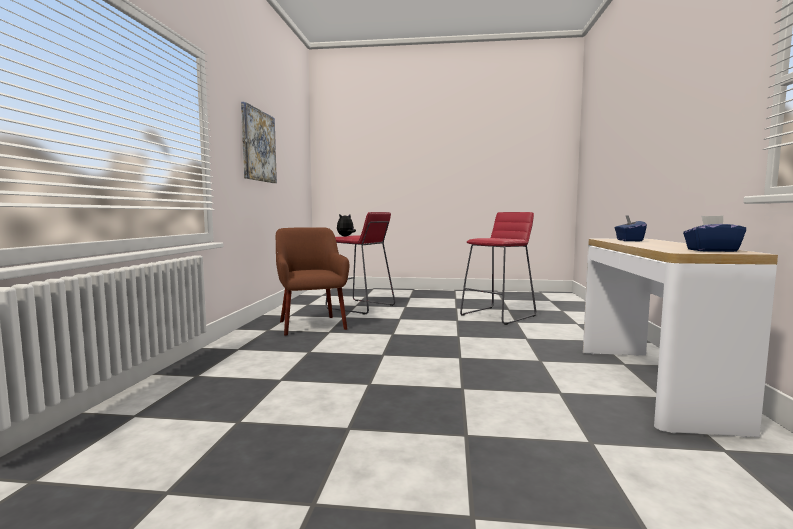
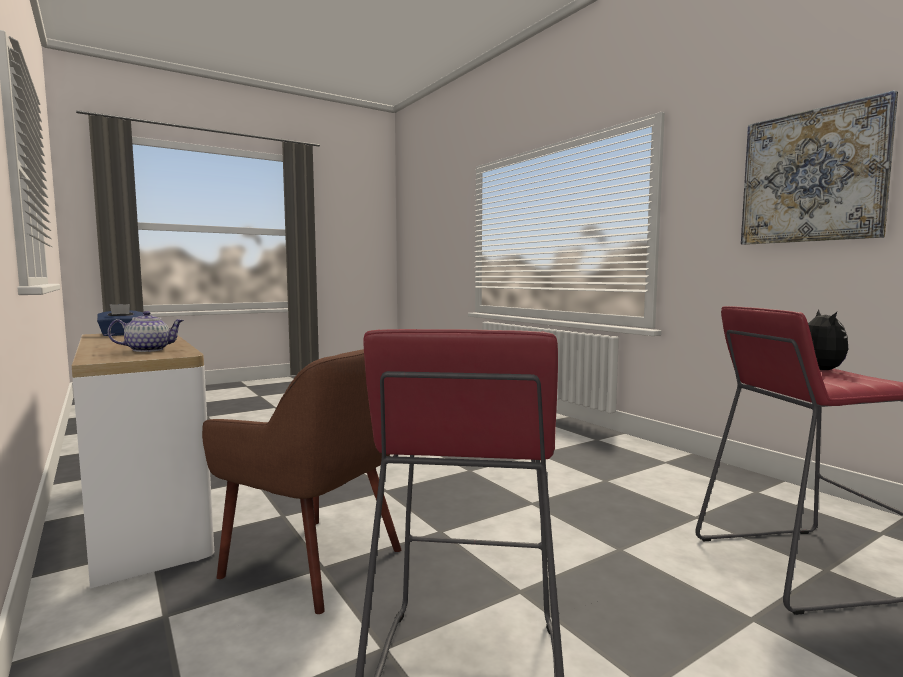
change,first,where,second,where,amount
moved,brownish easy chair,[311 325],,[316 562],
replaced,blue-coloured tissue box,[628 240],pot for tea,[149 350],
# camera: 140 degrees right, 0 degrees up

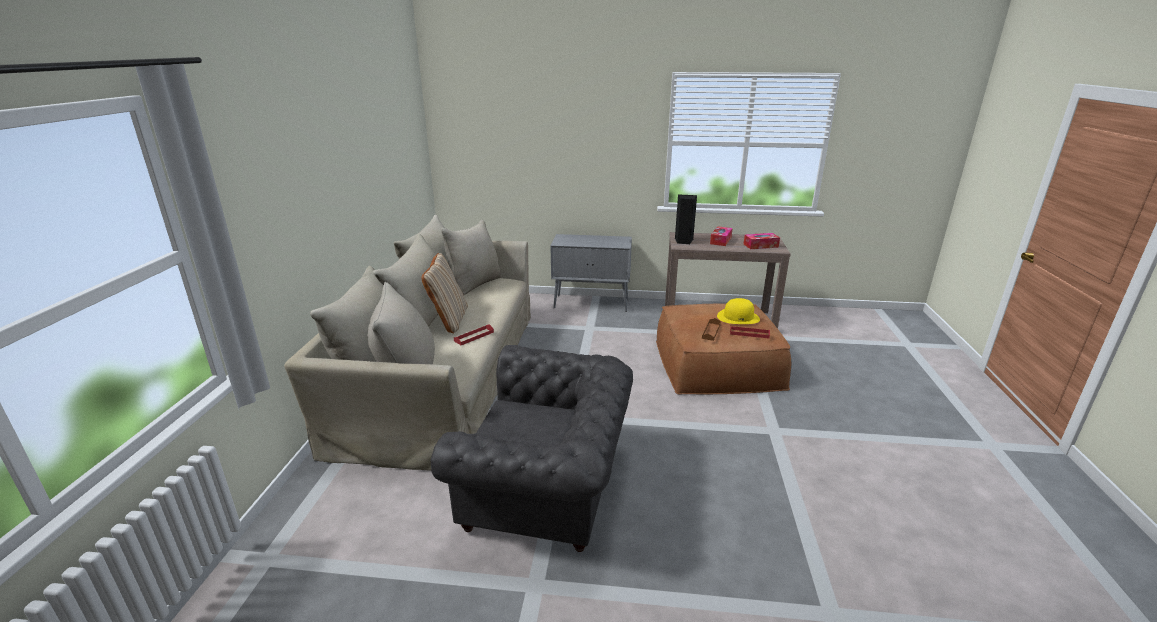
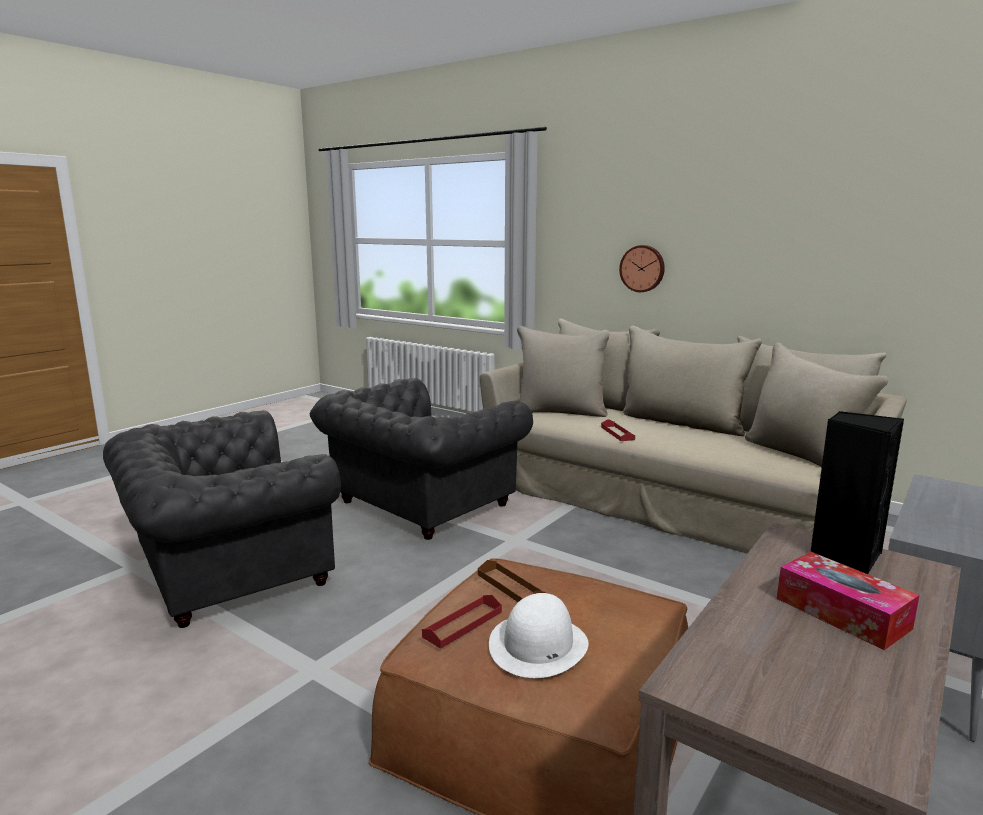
change,first,where,second,where,amount
removed,sand-coloured throw pillow,[448 320],,,
recoloured,yellow-coloured clothing hat,[738 317],whitish clothing hat,[538 645],
removed,tissue box,[760 245],,,
added,,,grey easy chair,[225 572],
added,,,hanging clock,[642 268],
# camera: 120 degrees right, 10 degrees down

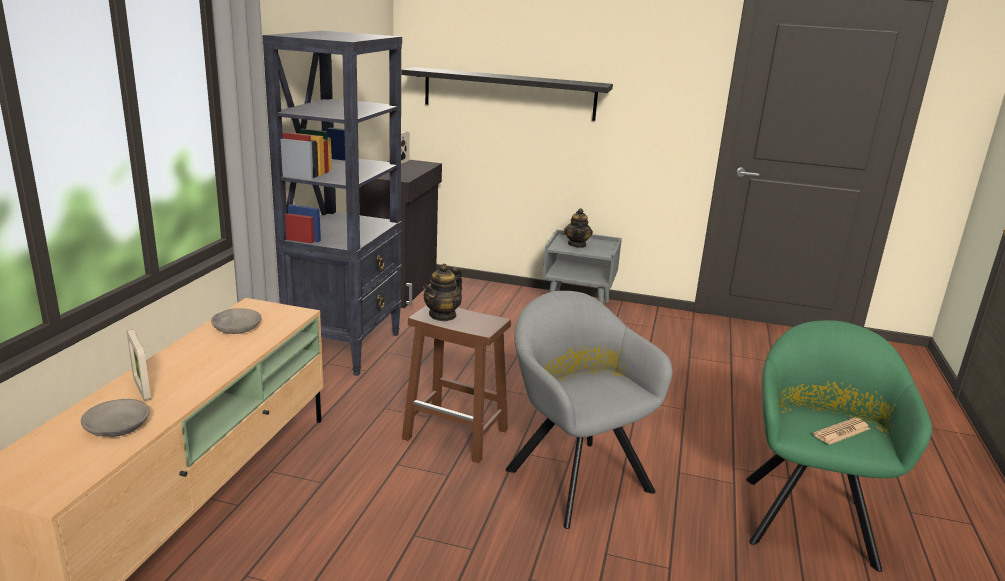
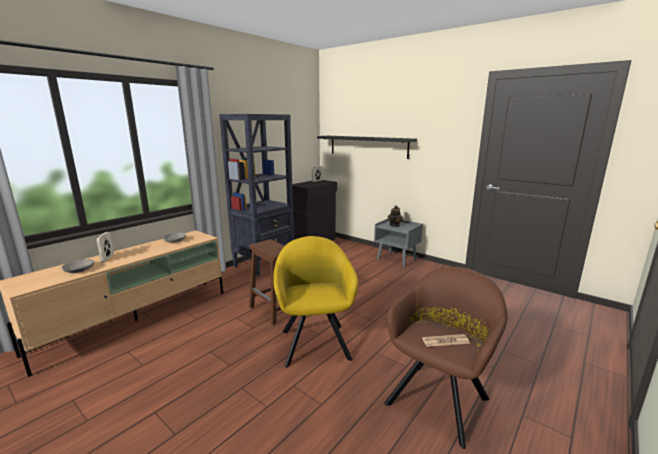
change,first,where,second,where,amount
removed,pot for tea,[443 315],,,
recoloured,grey easy chair,[574 475],yellow-coloured easy chair,[315 341],
recoloured,green-coloured easy chair,[808 515],brownish easy chair,[440 397],
# camera: 25 degrees right, 5 degrees down

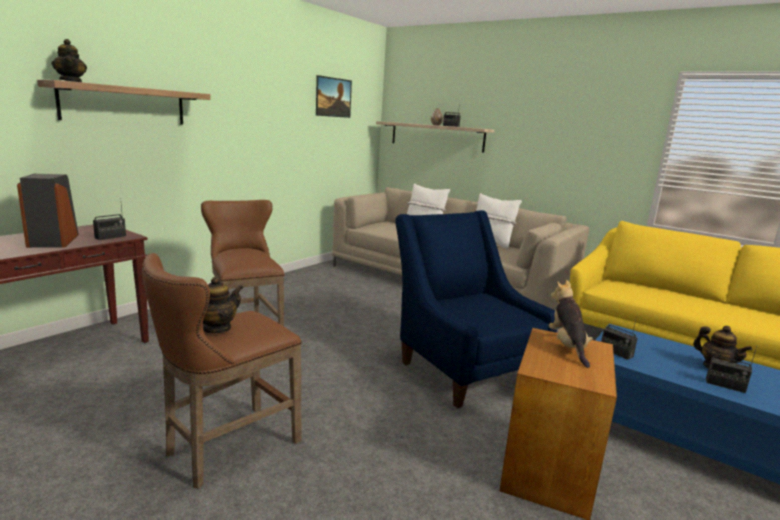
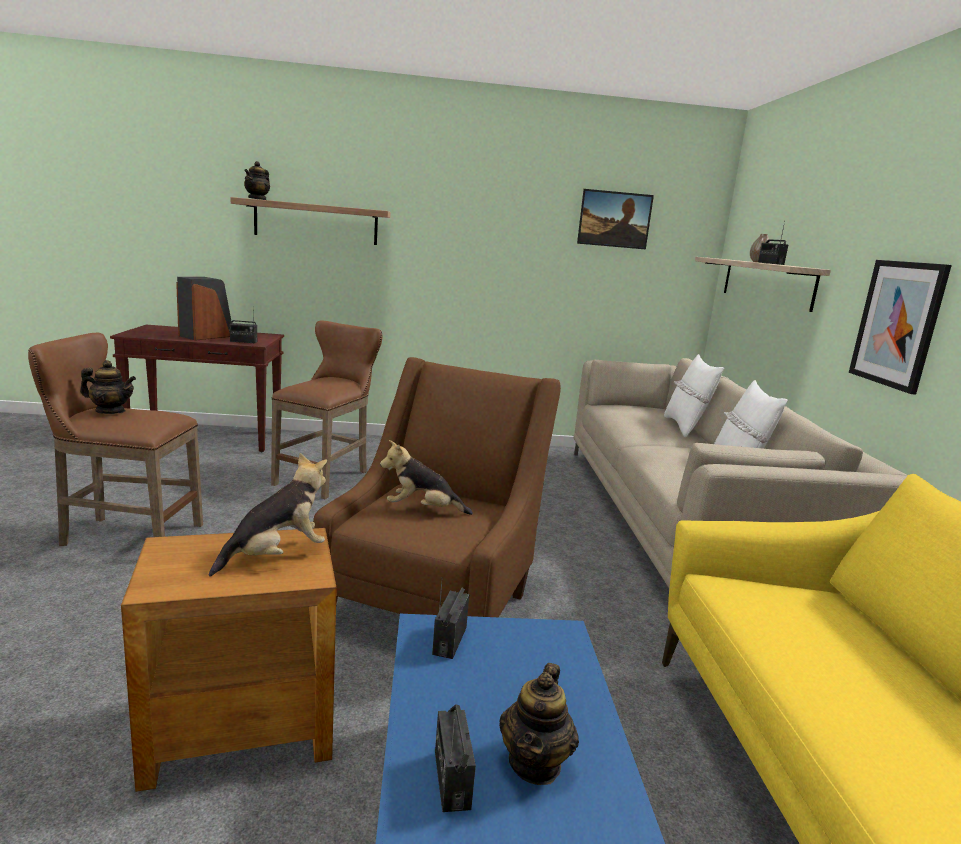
change,first,where,second,where,amount
recoloured,blue-coloured easy chair,[463 367],brownish easy chair,[435 600],
added,,,plush toy,[423 510],
added,,,wall picture,[897 324],
# camera: 50 degrees right, 0 degrees up

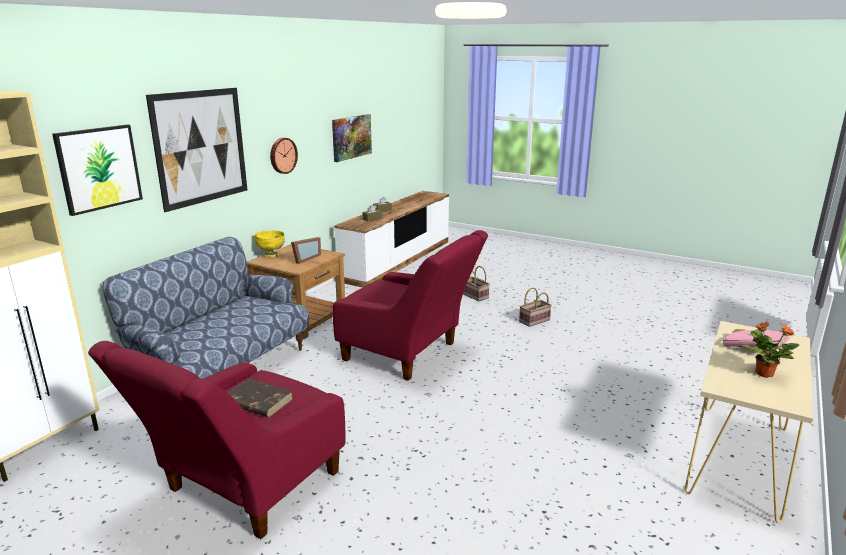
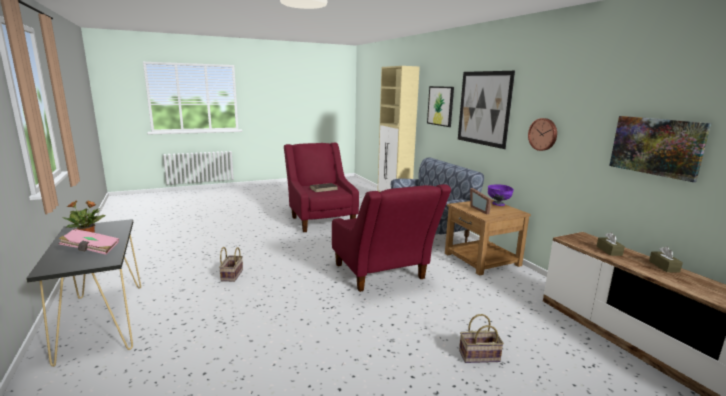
change,first,where,second,where,amount
recoloured,yellow-coloured bowl,[271 255],purple bowl,[498 204],
turned,reddish easy chair,[408 354],,[382 275],90 degrees counterclockwise
moved,household basket,[534 321],,[231 275],
recoloured,sand-coloured hall table,[738 459],blackish hall table,[103 320],
# camera: 125 degrees right, 5 degrees down

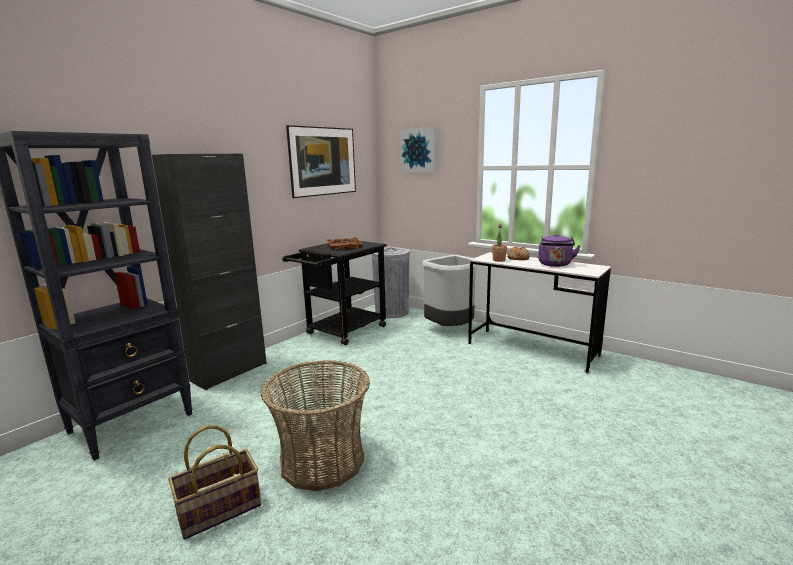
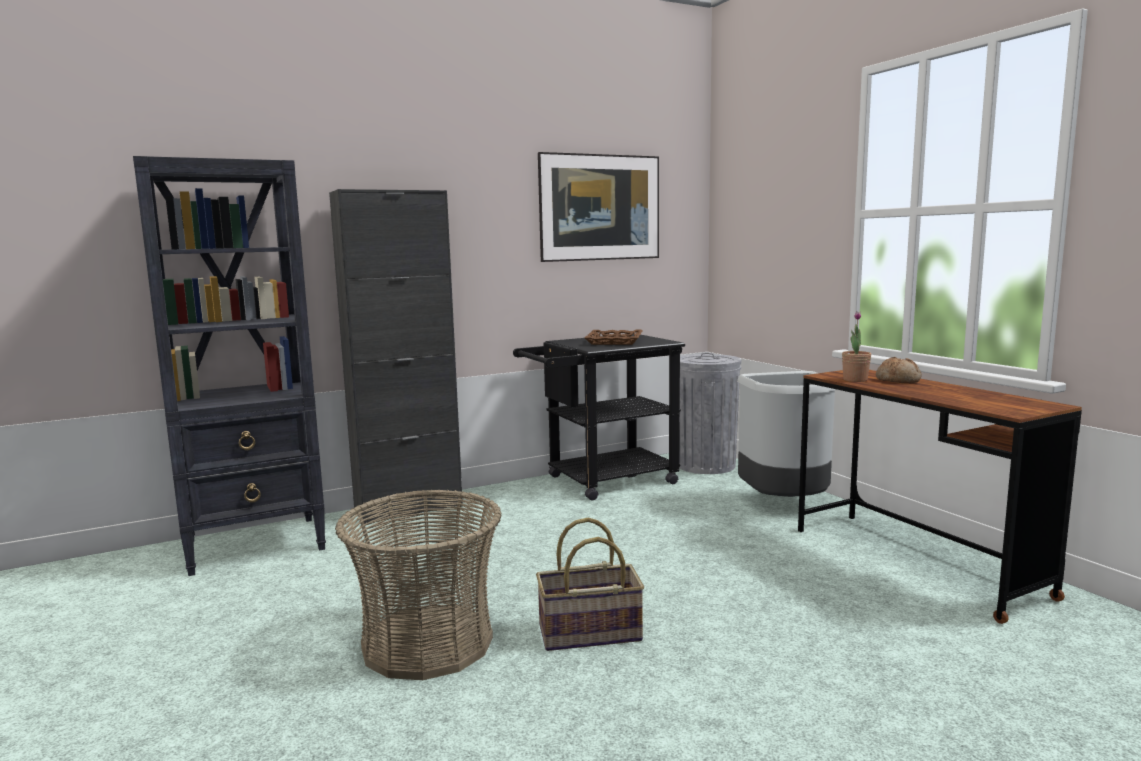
change,first,where,second,where,amount
moved,household basket,[219 511],,[589 634],
removed,wall picture,[418 150],,,
recoloured,whitish desk,[532 350],brownish desk,[914 562],
removed,purple kettle,[555 265],,,
# camera: 25 degrees right, 5 degrees down

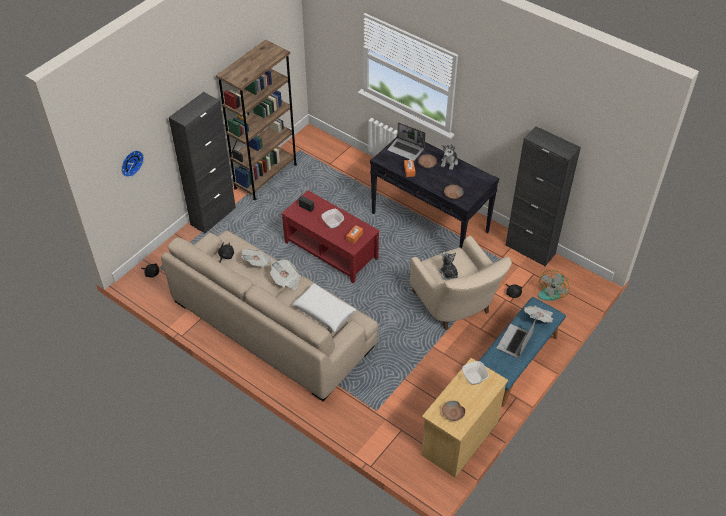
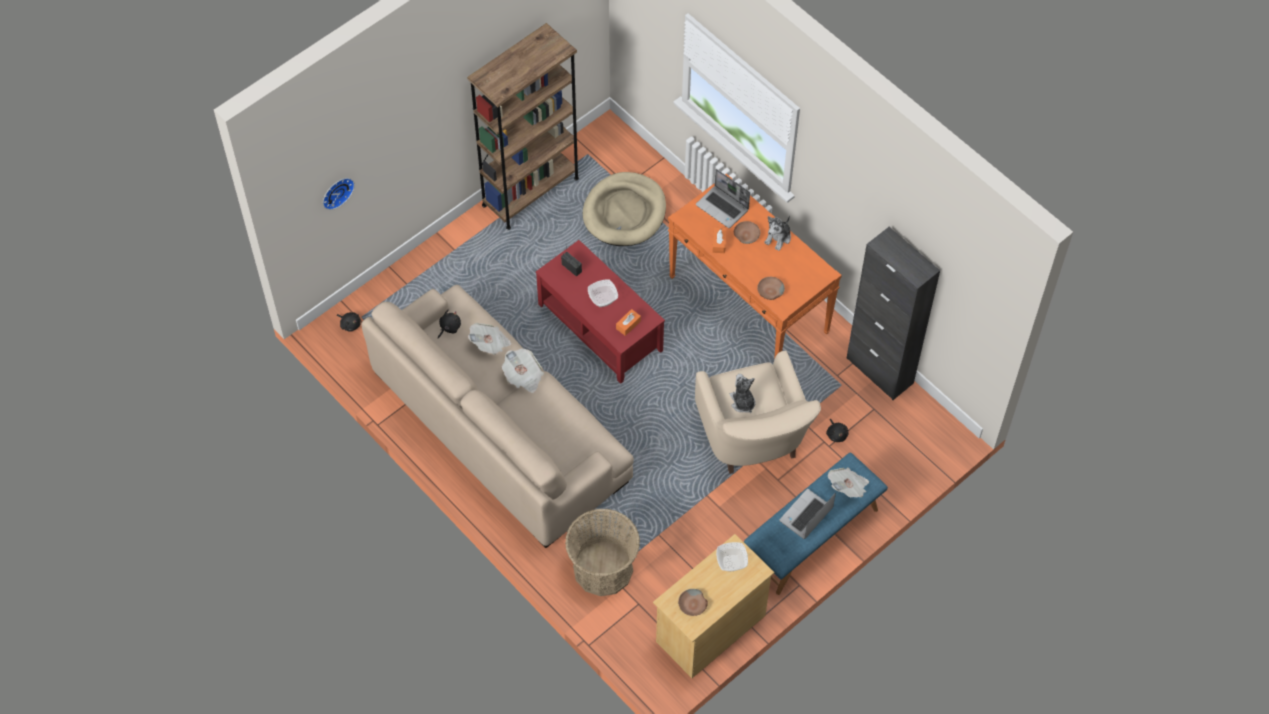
change,first,where,second,where,amount
removed,blackish cabinet,[213 216],,,
removed,whitish throw pillow,[324 311],,,
recoloured,blackish hall table,[430 222],orange-coloured hall table,[749 305],
removed,electric fan,[552 291],,,
added,,,household basket,[603 569],
added,,,sand-coloured pet bed,[624 212],
# camera: 10 degrees right, 10 degrees up

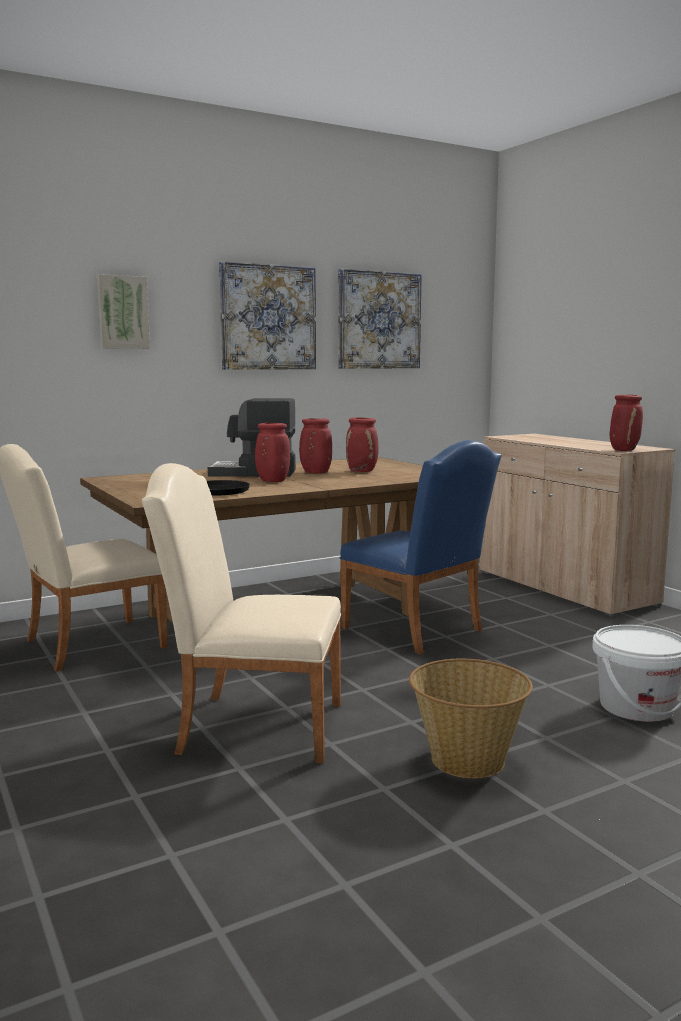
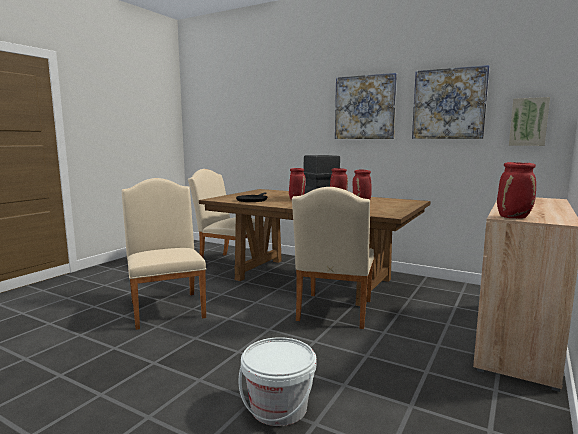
change,first,where,second,where,amount
moved,wall picture,[123 312],,[528 122],
recoloured,blue-coloured upright chair,[418 631],sand-coloured upright chair,[333 312],
removed,household basket,[467 760],,,
# camera: 60 degrees right, 0 degrees up

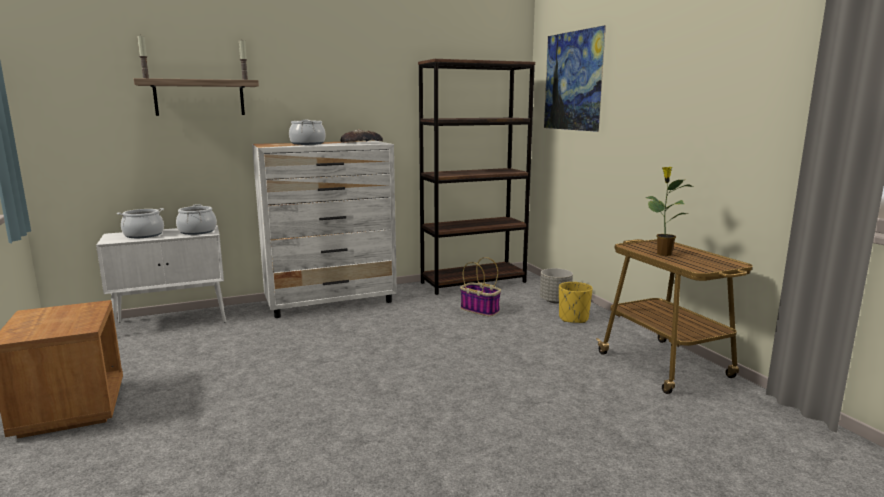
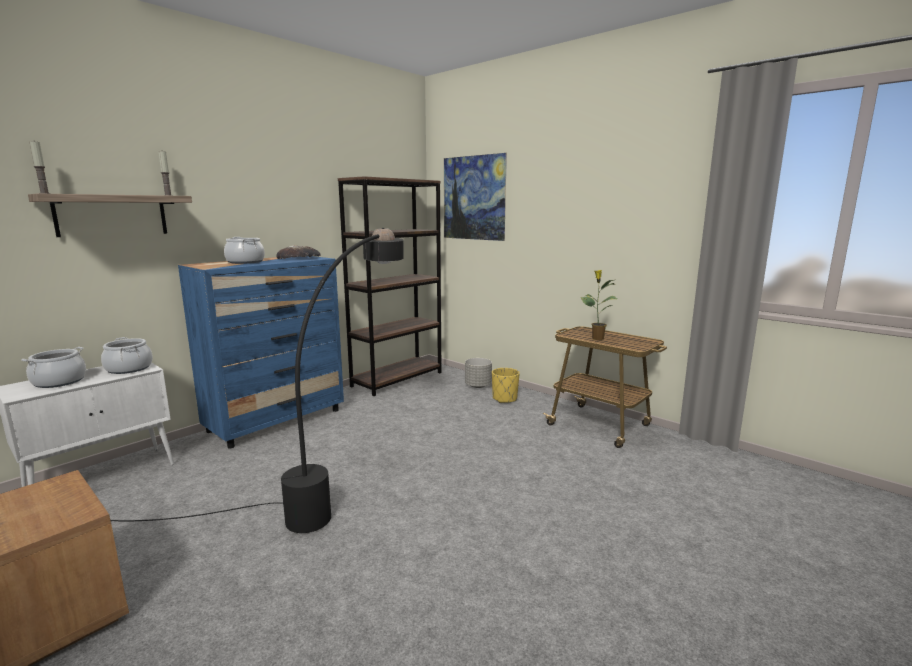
change,first,where,second,where,amount
recoloured,whitish drawer chest,[331 302],blue-coloured drawer chest,[277 420],
removed,household basket,[480 310],,,
added,,,blackish standard lamp,[319 487],
# camera: 25 degrees left, 0 degrees up

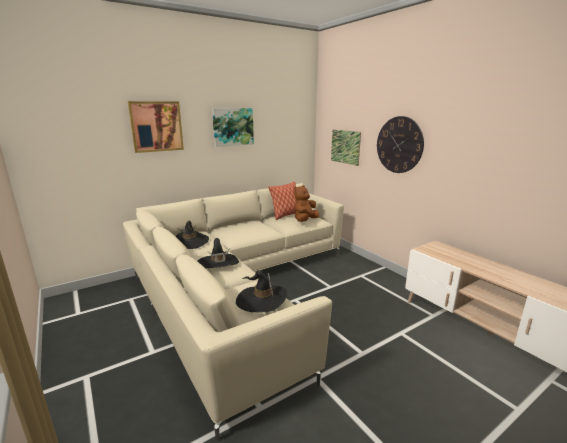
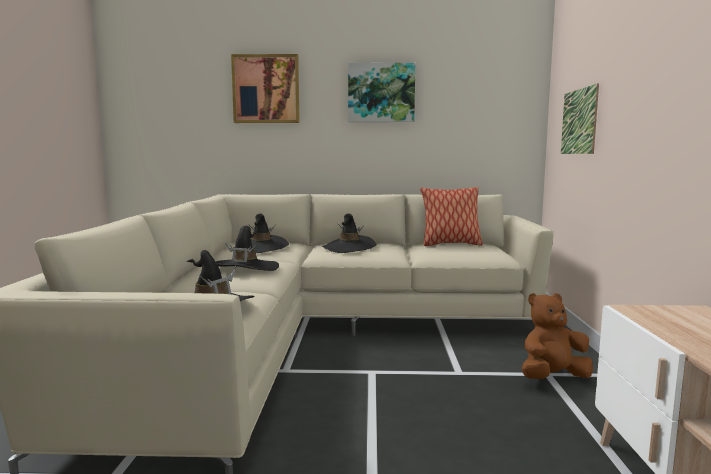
change,first,where,second,where,amount
moved,brownish plush toy,[305 220],,[552 377],
removed,hanging clock,[399 145],,,
added,,,blackish clothing hat,[349 248],
# camera: 35 degrees right, 10 degrees down

